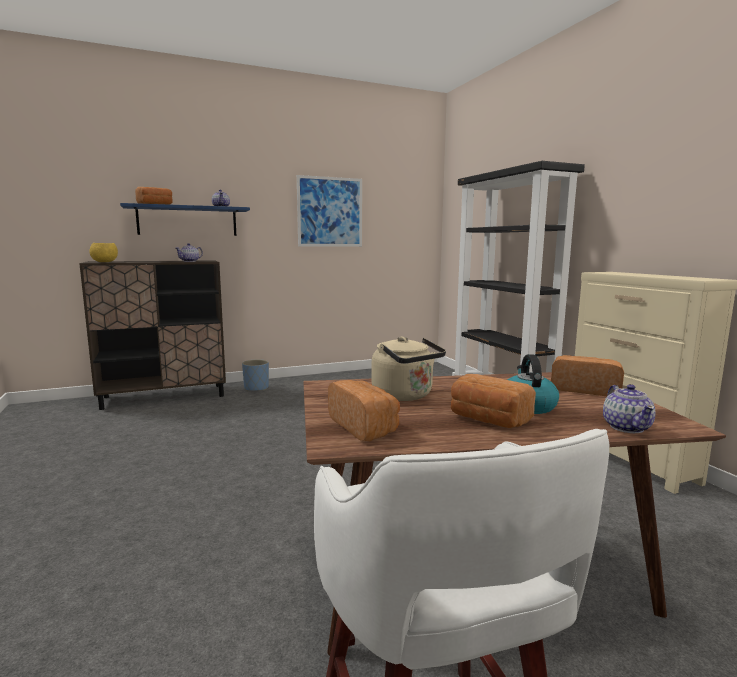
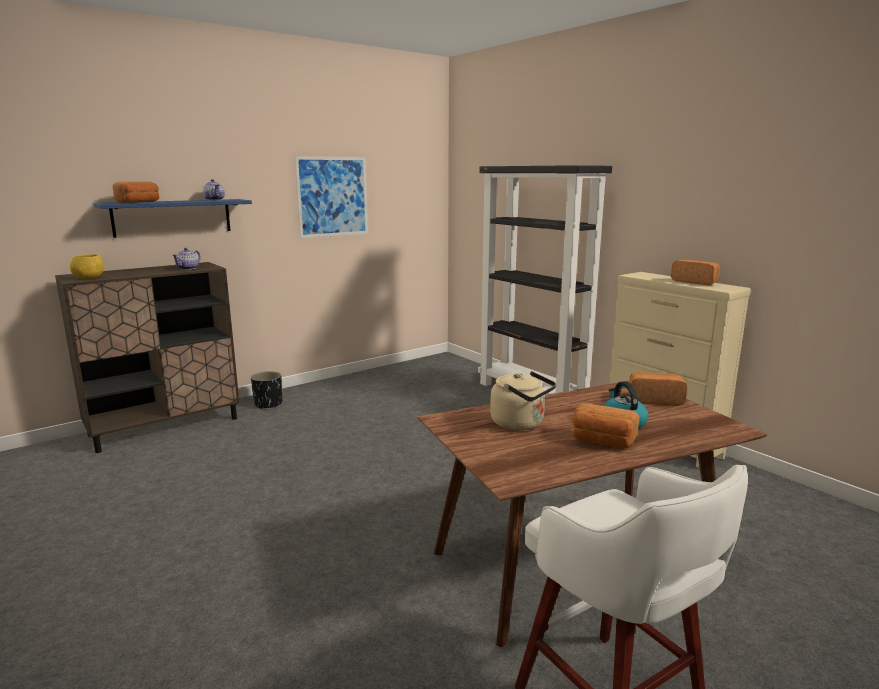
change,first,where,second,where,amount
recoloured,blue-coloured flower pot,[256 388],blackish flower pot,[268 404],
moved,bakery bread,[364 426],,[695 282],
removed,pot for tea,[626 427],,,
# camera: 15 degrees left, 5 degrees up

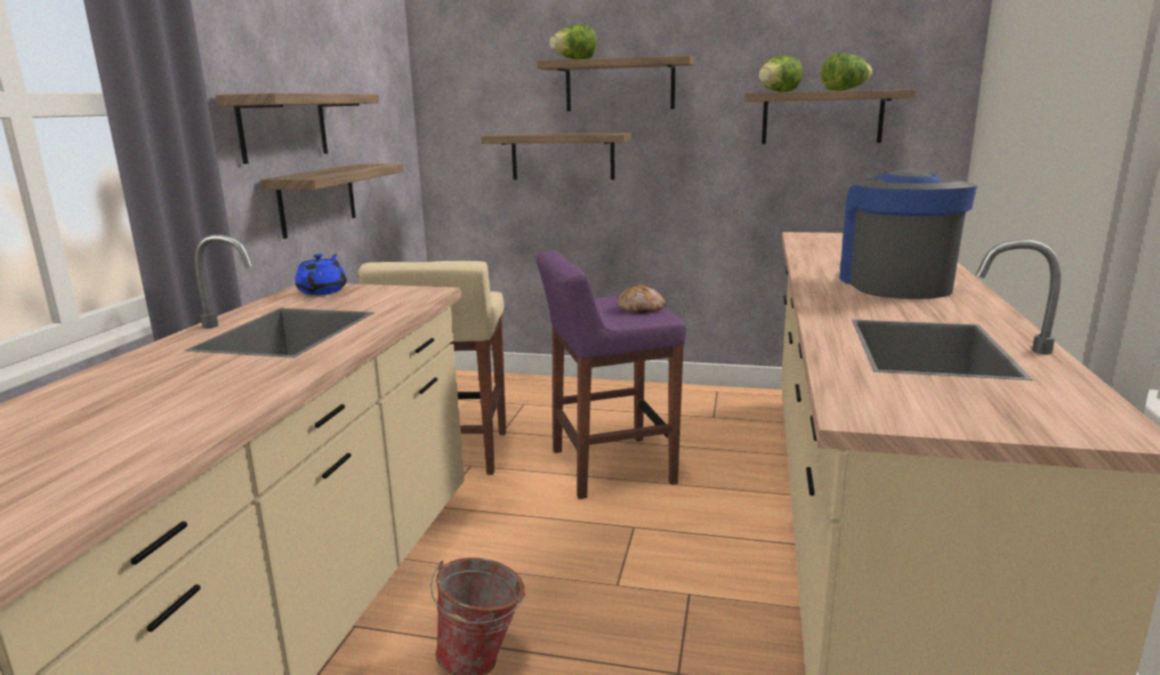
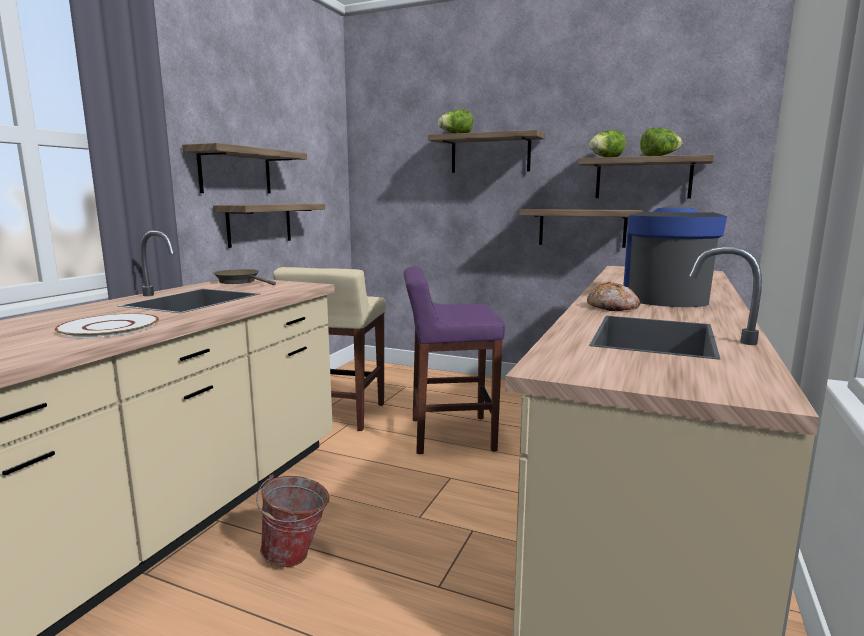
change,first,where,second,where,amount
replaced,blue-coloured pot for tea,[323 291],brownish skillet,[240 282],
moved,shelf,[562 156],,[582 227],
moved,bakery bread,[641 309],,[613 307],
added,,,whitish flat dish,[109 327],
# camera: 10 degrees right, 5 degrees down

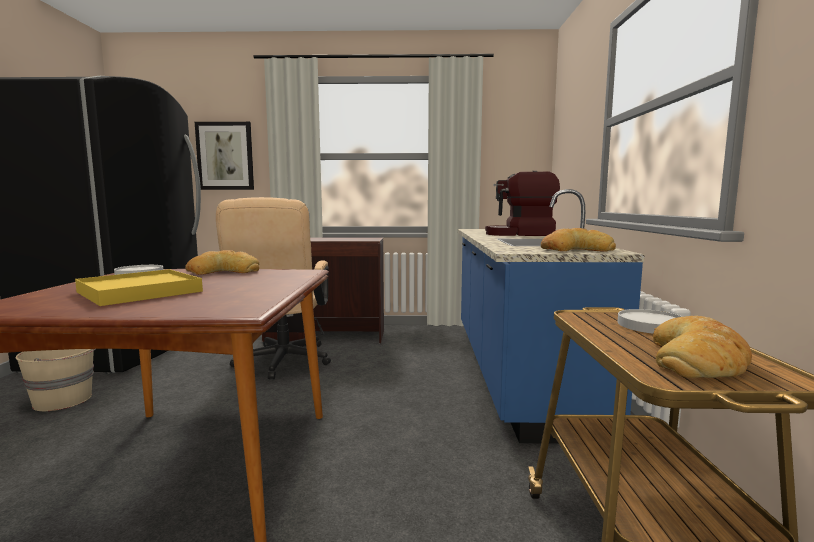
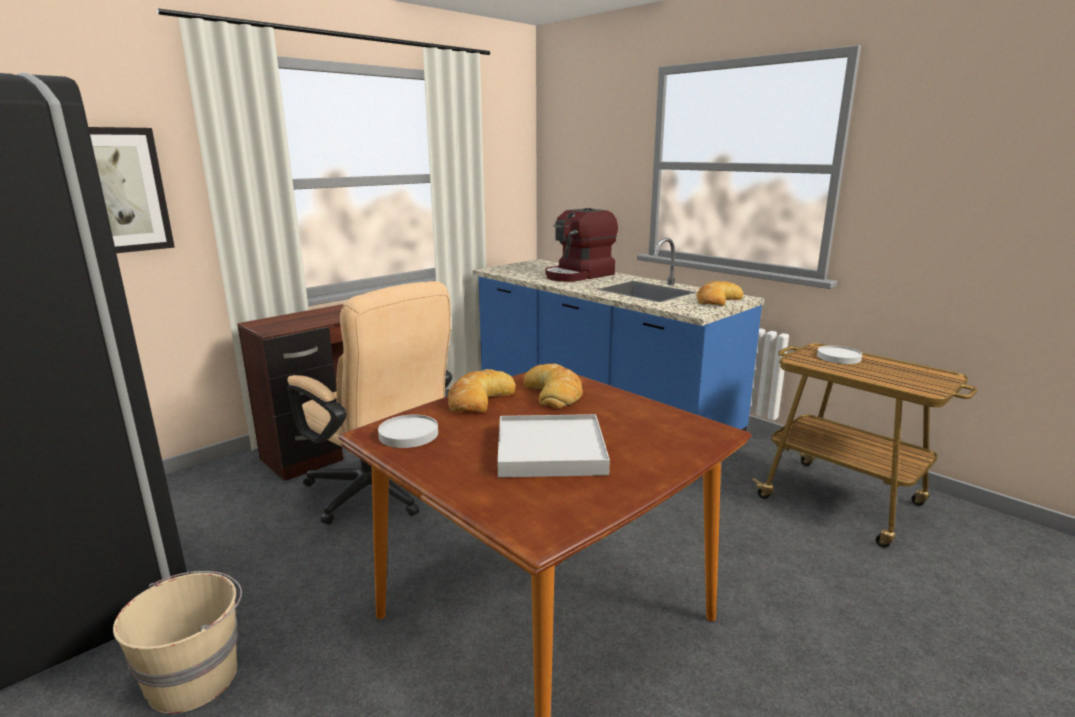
change,first,where,second,where,amount
recoloured,yellow-coloured carrying tray,[140 292],whitish carrying tray,[551 450],
moved,bakery bread,[697 359],,[554 392],
# camera: 45 degrees left, 10 degrees up

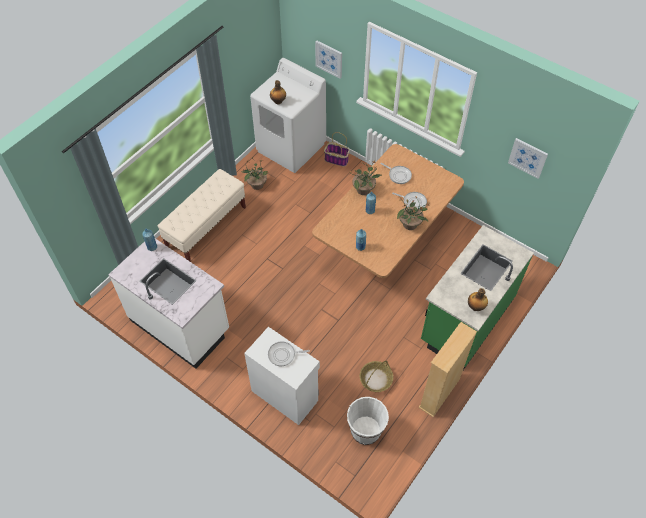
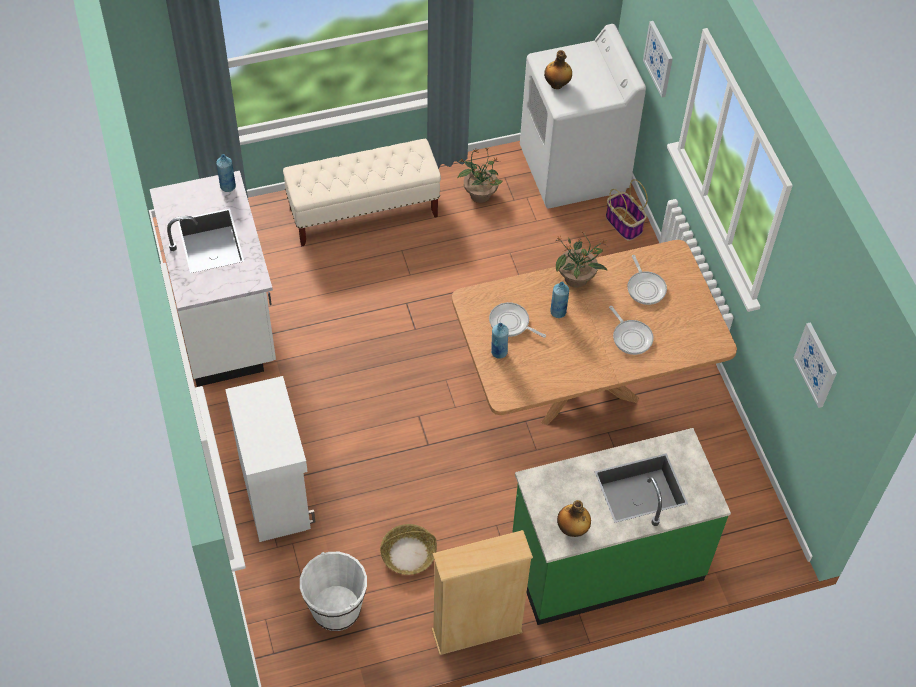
change,first,where,second,where,amount
moved,skillet,[283 355],,[511 323],
removed,plant in a pot,[410 224],,,
# camera: 35 degrees right, 0 degrees up

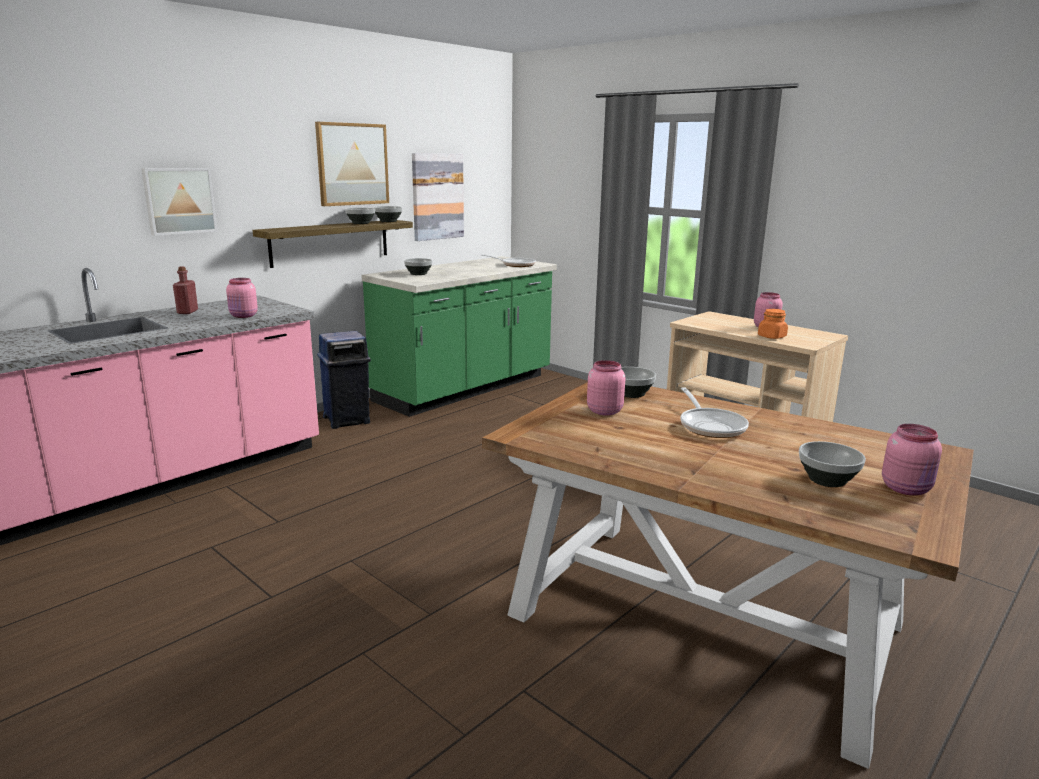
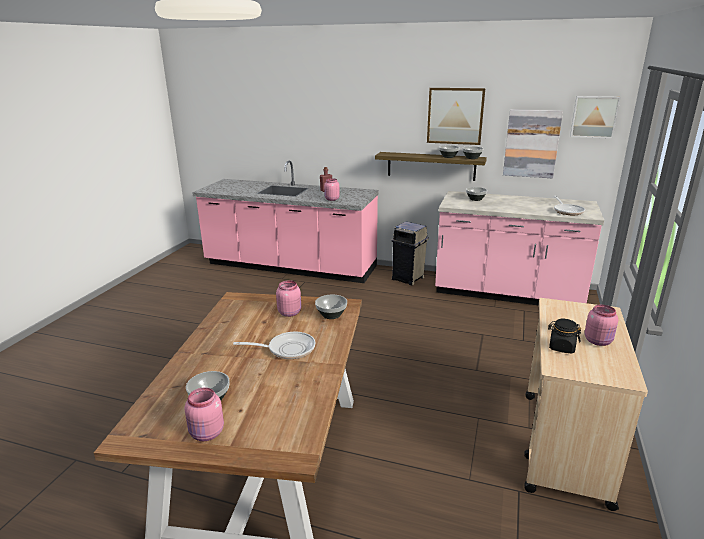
change,first,where,second,where,amount
moved,wall picture,[179 200],,[594 117],
recoloured,blue-coloured trash can,[347 420],sand-coloured trash can,[408 278],
recoloured,green-coloured kitchen counter,[465 389],pinkish kitchen counter,[507 294],
turned,skillet,[710 426],,[287 349],150 degrees counterclockwise
recoloured,orange-coloured preserve jar,[771 337],blackish preserve jar,[561 347],
# camera: 65 degrees right, 5 degrees up

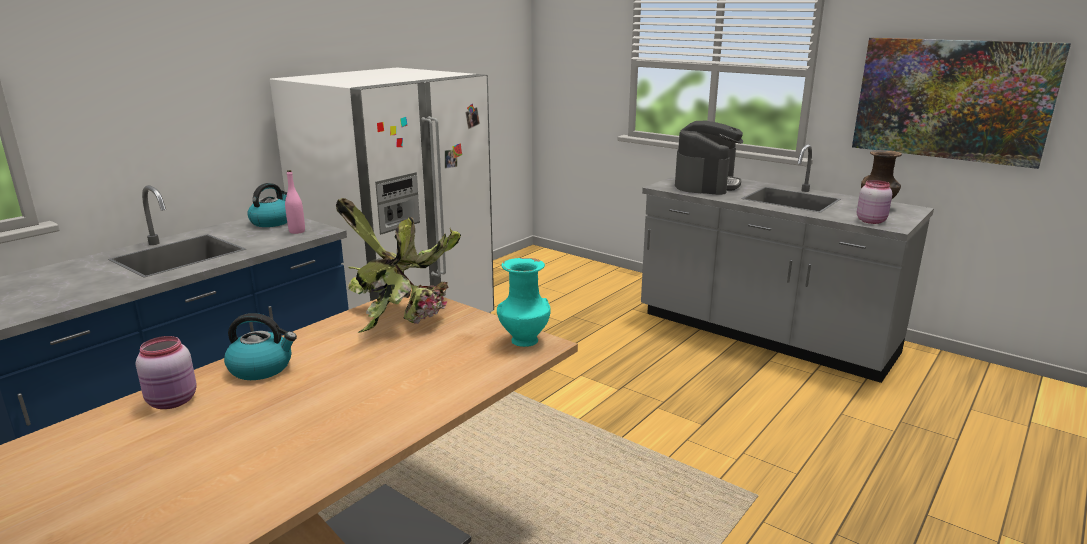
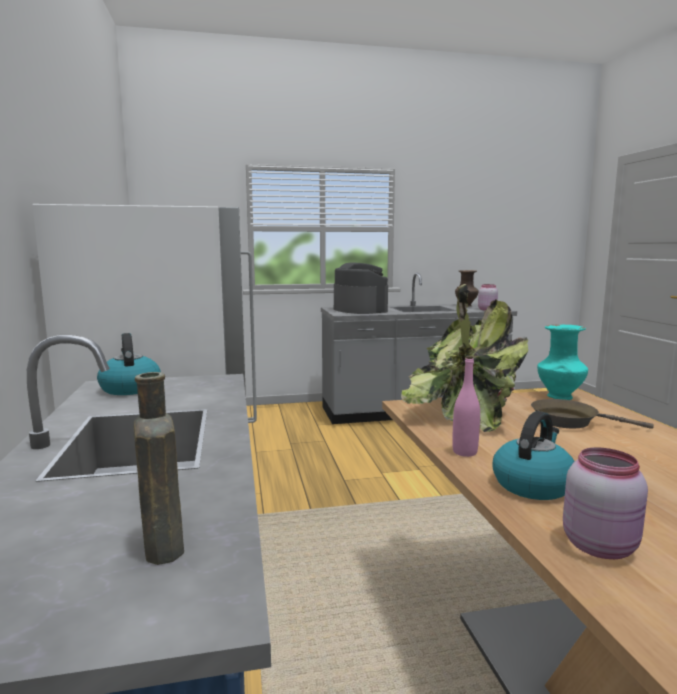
change,first,where,second,where,amount
moved,pinkish beverage bottle,[297 231],,[464 452],
removed,wall picture,[951 99],,,
added,,,brownish beverage bottle,[162 543],
added,,,brownish skillet,[570 421],
# camera: 50 degrees left, 10 degrees down

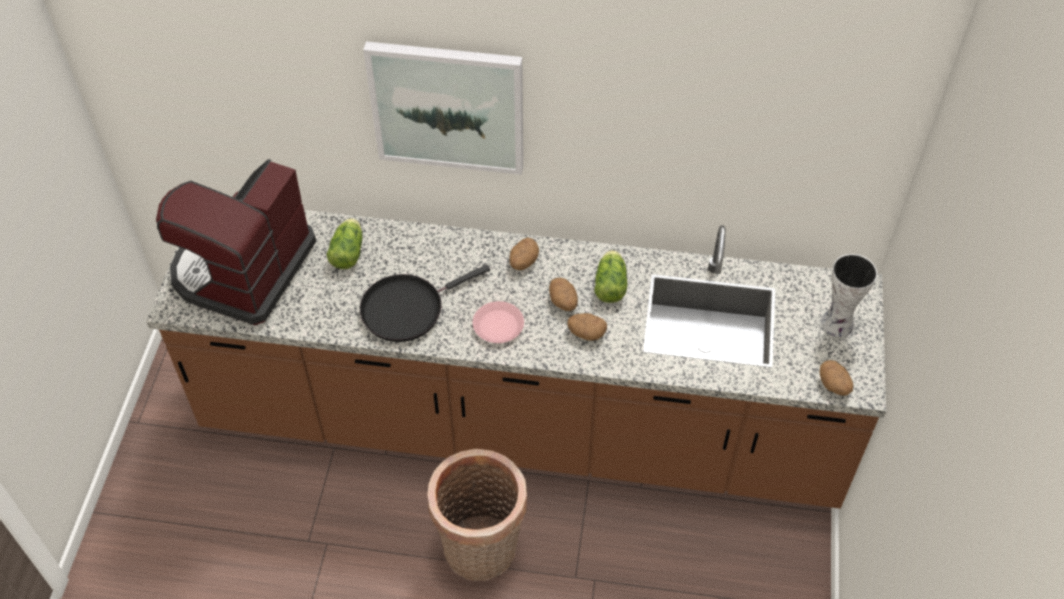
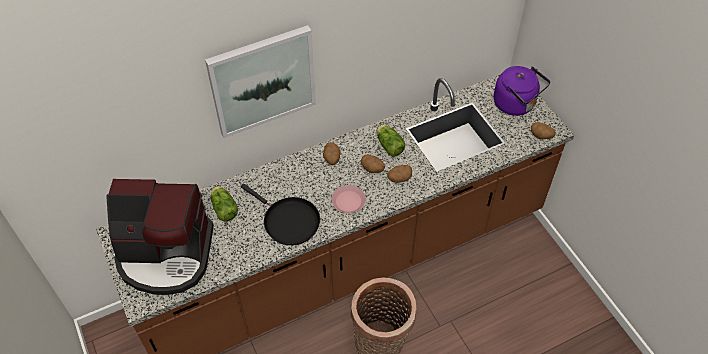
change,first,where,second,where,amount
turned,coffee brewer,[243 270],,[166 255],75 degrees counterclockwise
turned,blackish skillet,[407 309],,[288 221],75 degrees counterclockwise
replaced,decorative vase,[836 324],purple kettle,[516 105],
# camera: 35 degrees left, 0 degrees up

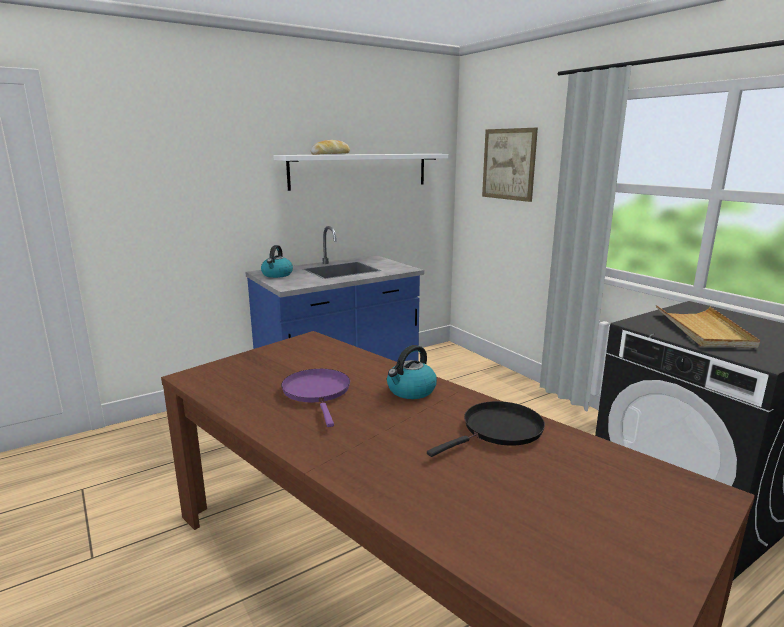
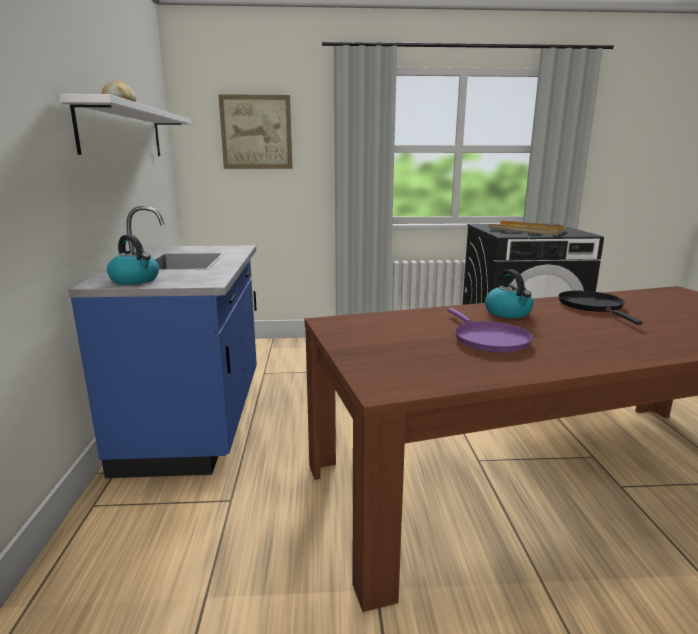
change,first,where,second,where,amount
turned,purple skillet,[317 392],,[488 339],120 degrees counterclockwise
# camera: 60 degrees left, 0 degrees up

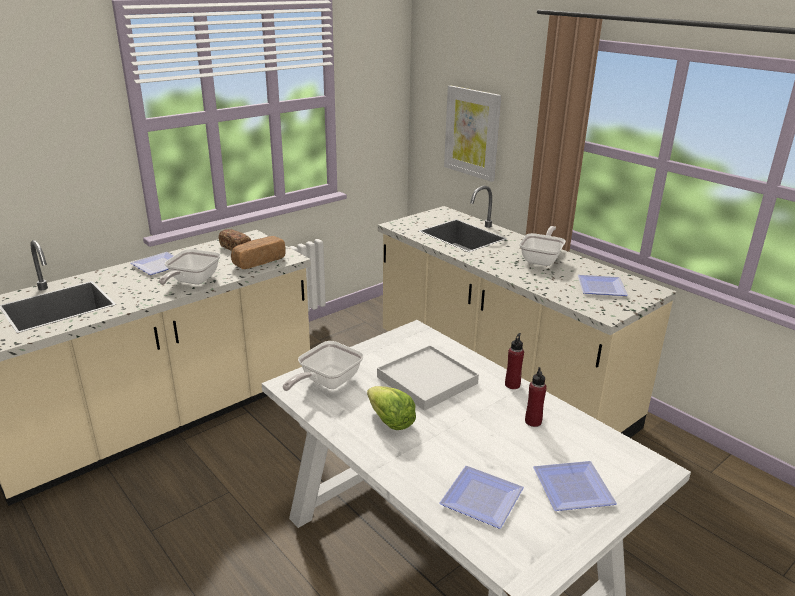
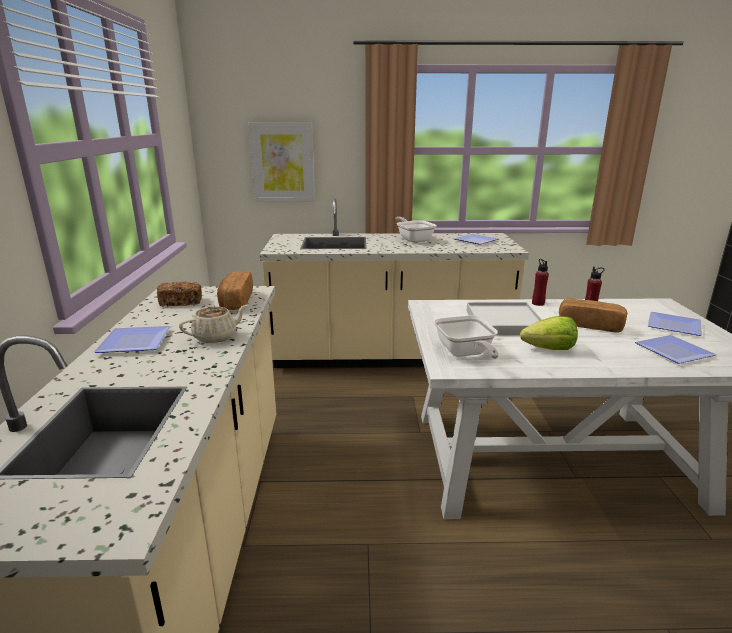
change,first,where,second,where,amount
replaced,skillet,[191 281],sand-coloured pot for tea,[216 337],
added,,,bakery bread,[590 325],
# camera: 50 degrees left, 5 degrees down

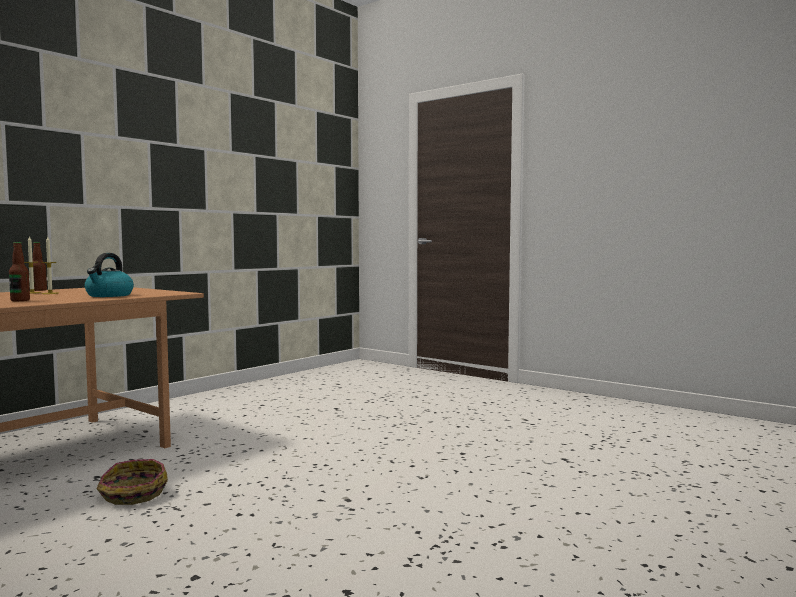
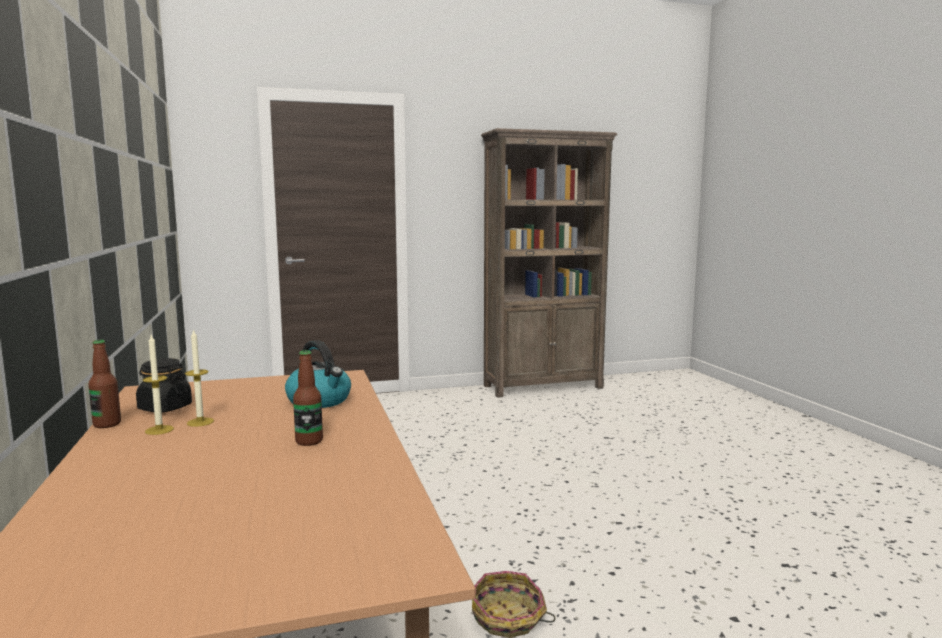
change,first,where,second,where,amount
added,,,blackish preserve jar,[164 408],
added,,,brownish bookcase,[544 386],
# camera: 55 degrees left, 5 degrees up

